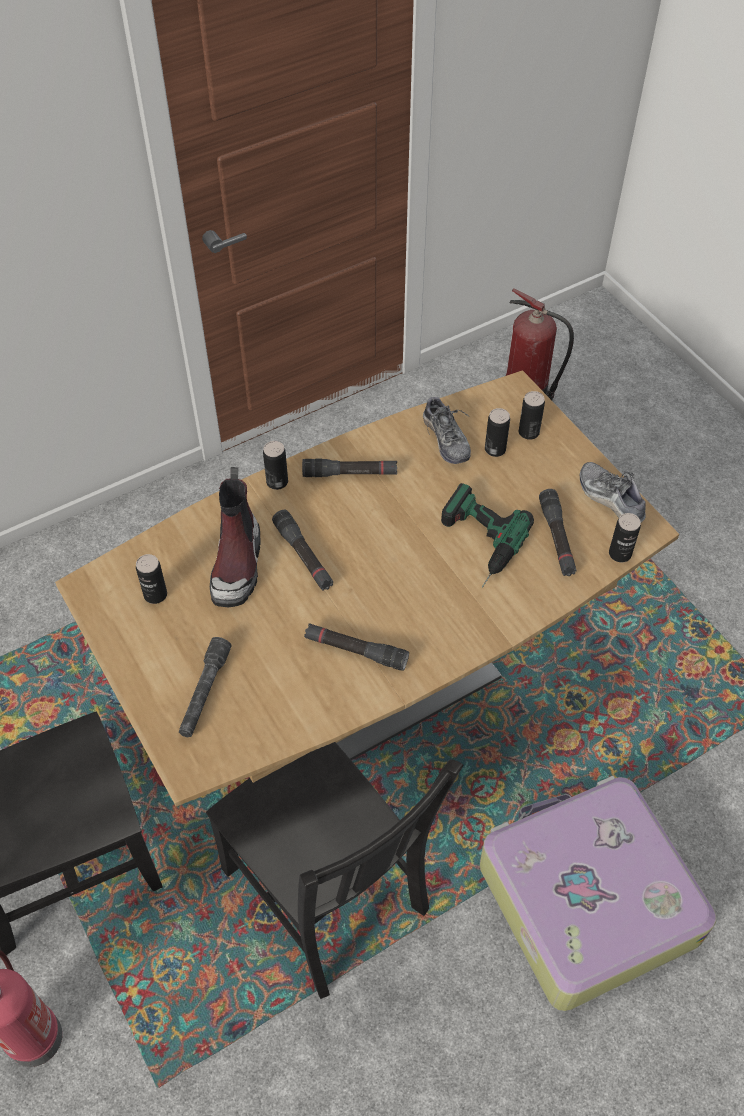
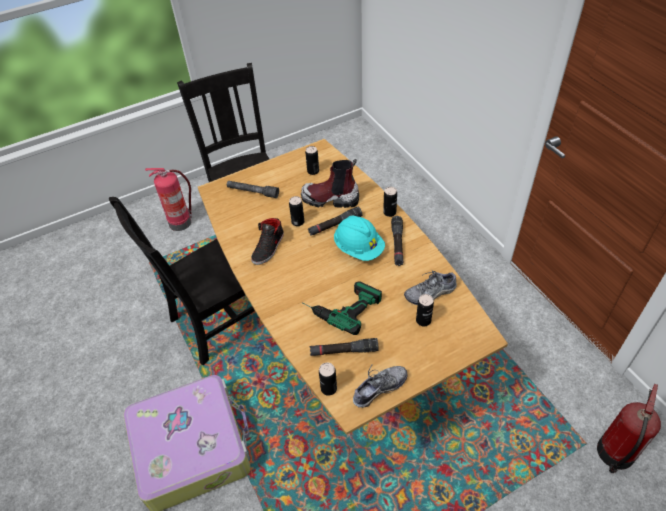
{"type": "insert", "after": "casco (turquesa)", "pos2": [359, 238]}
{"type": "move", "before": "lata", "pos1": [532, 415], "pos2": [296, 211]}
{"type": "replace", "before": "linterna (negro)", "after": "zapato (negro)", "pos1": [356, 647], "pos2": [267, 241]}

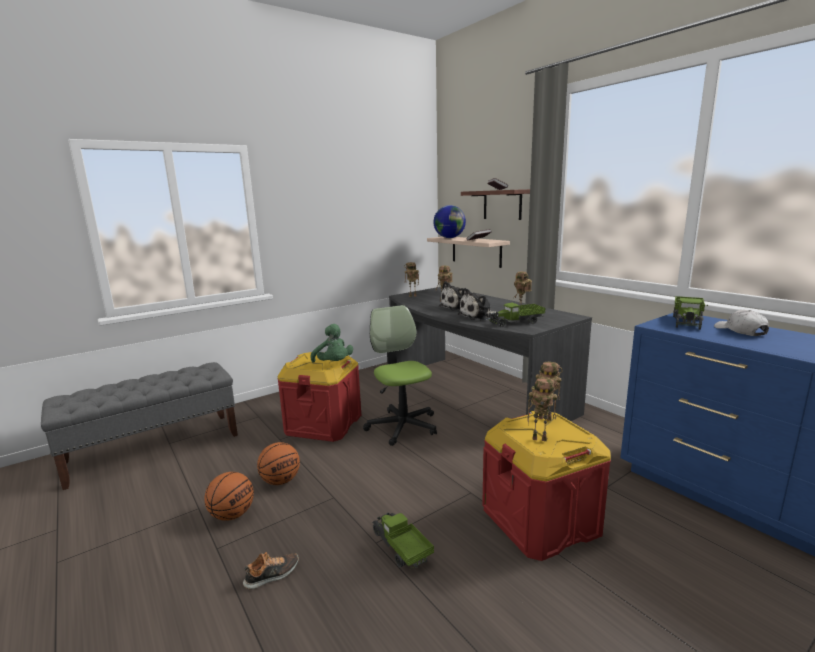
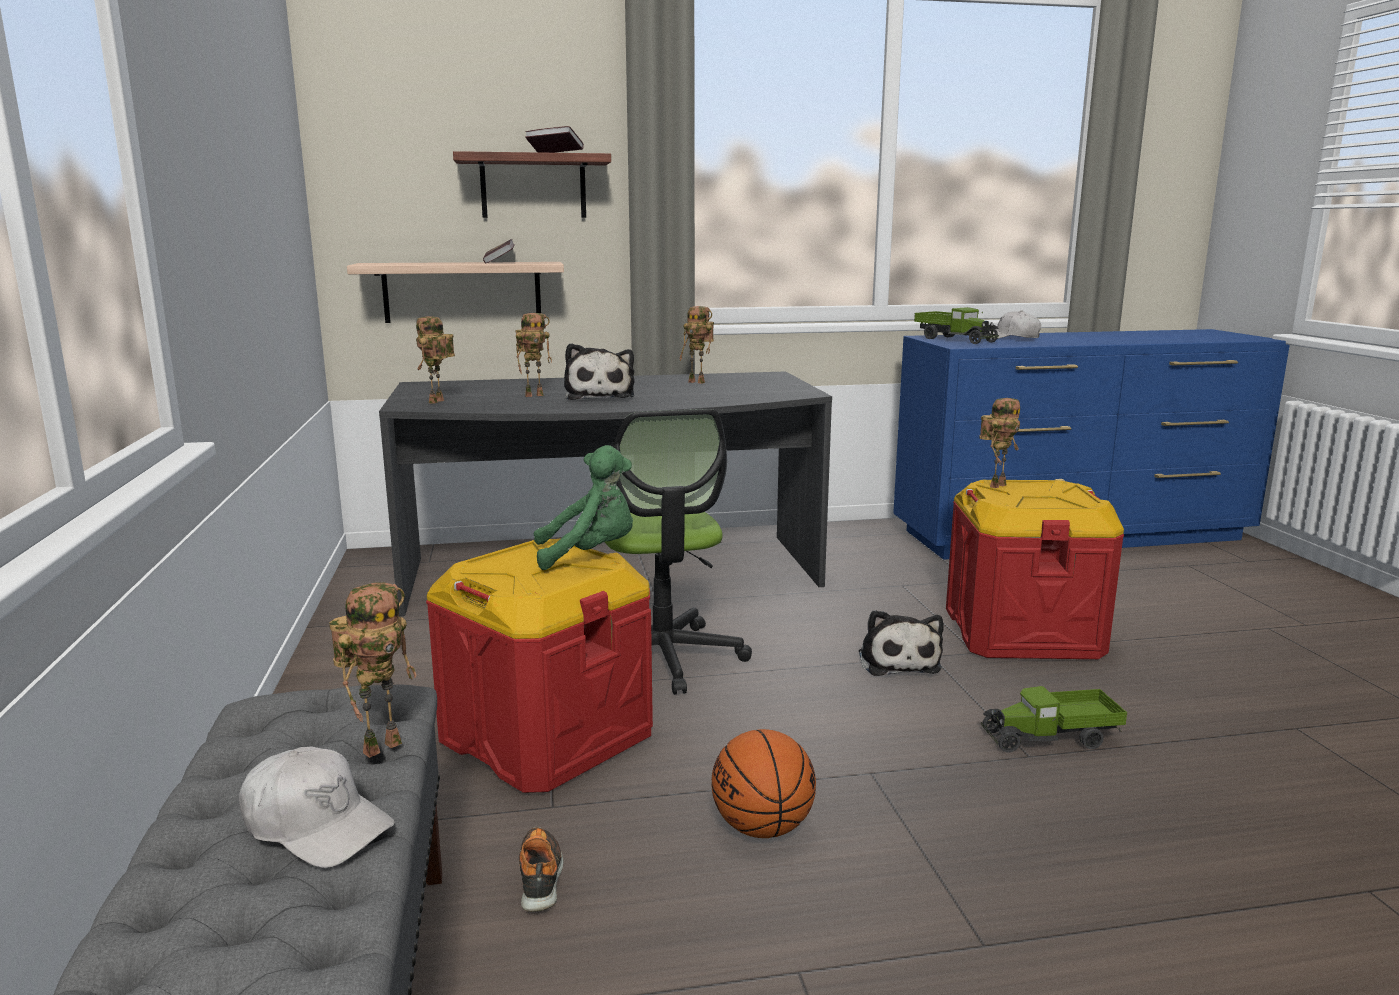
{"type": "delete", "before": "balón de baloncesto", "pos1": [229, 496]}
{"type": "delete", "before": "globo terráqueo", "pos1": [449, 221]}
{"type": "delete", "before": "camión de juguete", "pos1": [517, 315]}
{"type": "insert", "after": "gorra (blanco)", "pos2": [317, 807]}
{"type": "move", "before": "zapato", "pos1": [271, 571], "pos2": [541, 869]}
{"type": "move", "before": "peluche", "pos1": [476, 304], "pos2": [901, 643]}
{"type": "move", "before": "robot de juguete", "pos1": [543, 409], "pos2": [372, 670]}
{"type": "rotate", "before": "silla de oficina", "pos1": [400, 375], "pos2": [678, 552], "turn": -105}

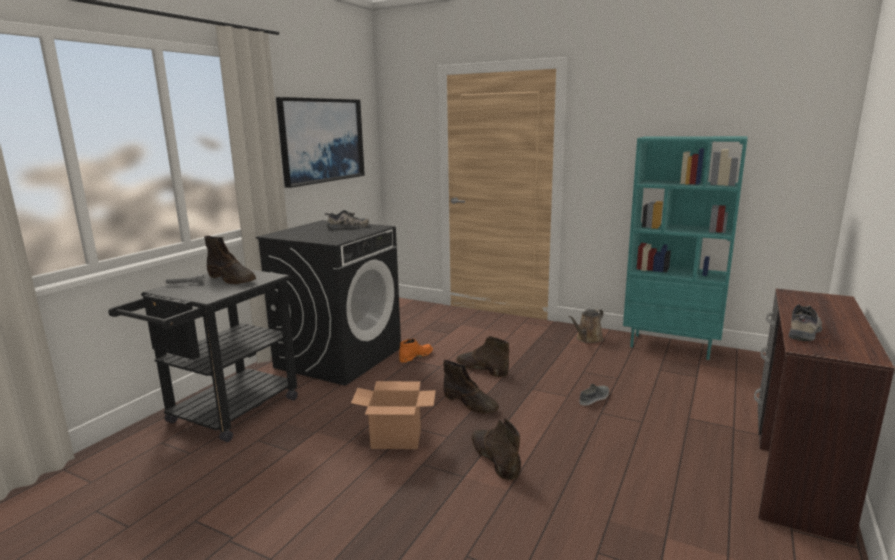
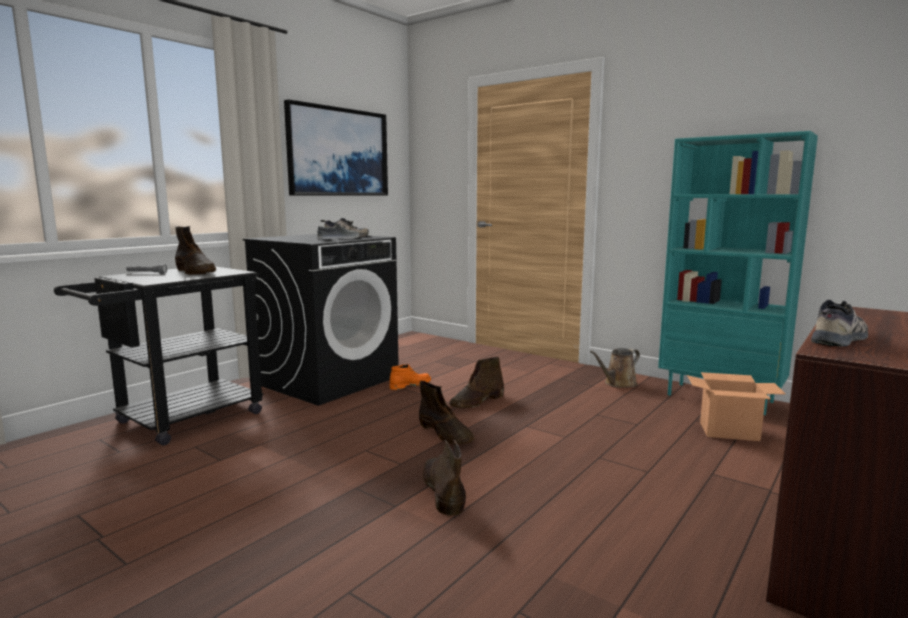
{"type": "move", "before": "caja de cartón", "pos1": [393, 415], "pos2": [736, 406]}
{"type": "move", "before": "zapato (gris)", "pos1": [594, 395], "pos2": [338, 231]}
{"type": "rotate", "before": "bota (marrón)", "pos1": [482, 356], "pos2": [476, 382], "turn": -90}

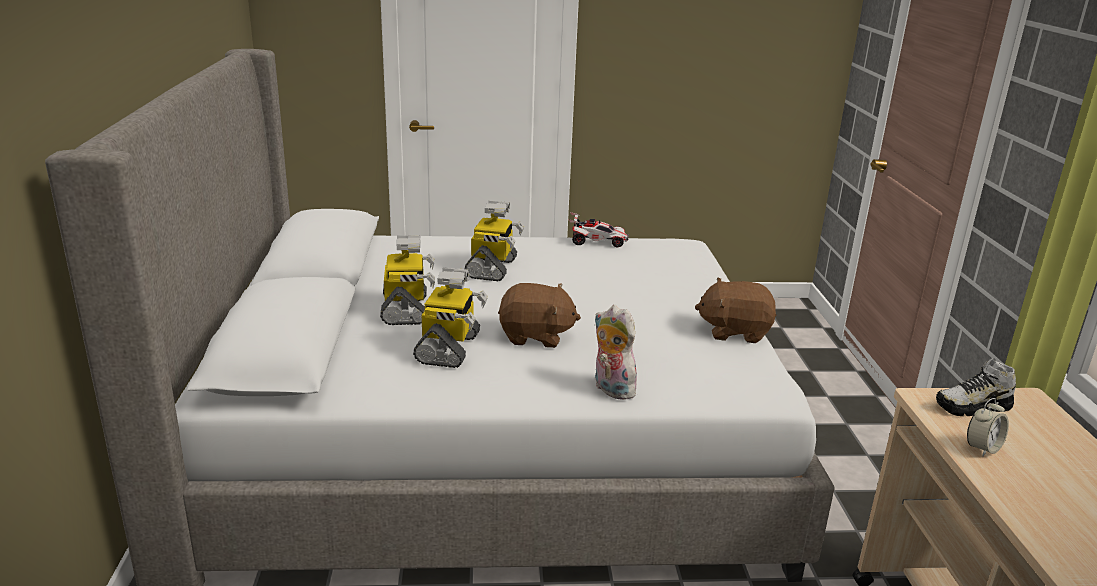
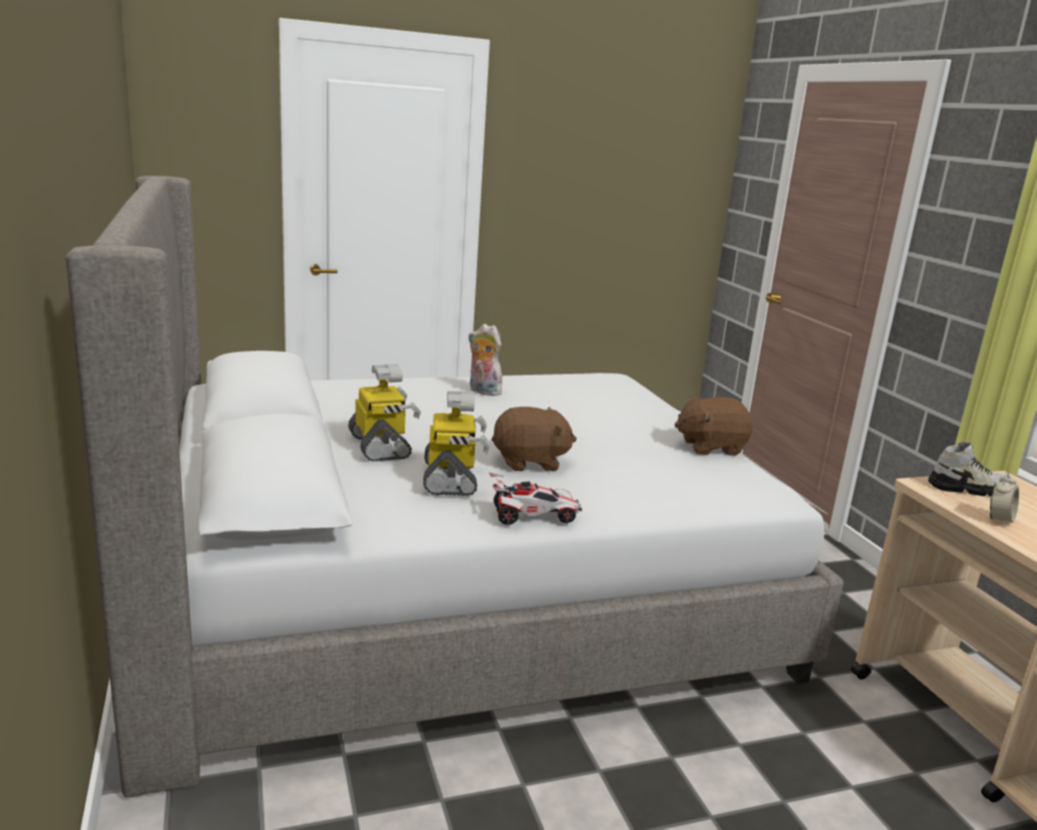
{"type": "delete", "before": "robot de juguete", "pos1": [494, 241]}
{"type": "move", "before": "coche de juguete", "pos1": [599, 229], "pos2": [535, 498]}
{"type": "move", "before": "peluche", "pos1": [616, 352], "pos2": [487, 360]}
{"type": "rotate", "before": "zapato", "pos1": [976, 387], "pos2": [969, 469], "turn": -150}

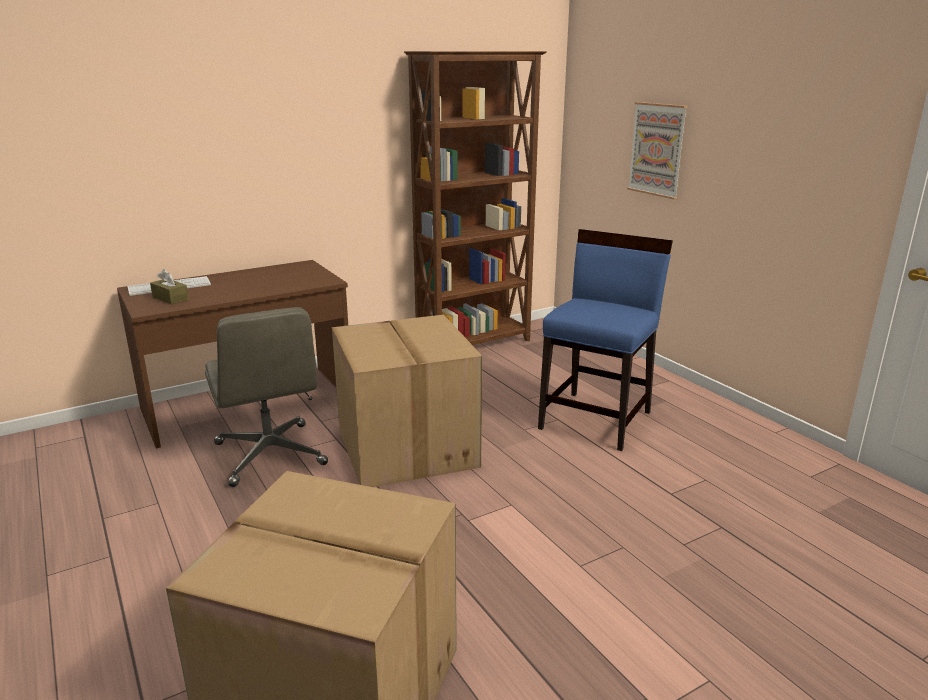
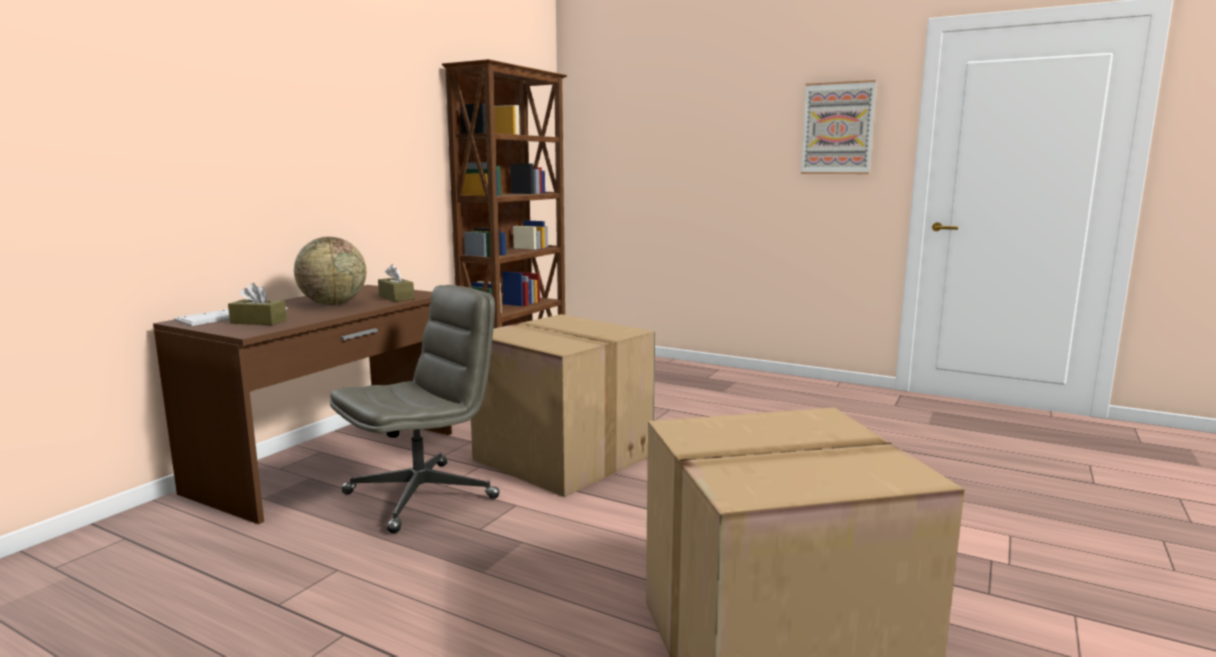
{"type": "delete", "before": "silla (azul)", "pos1": [605, 340]}
{"type": "insert", "after": "globo terráqueo", "pos2": [330, 271]}
{"type": "insert", "after": "caja de pañuelos (marrón)", "pos2": [396, 282]}
{"type": "move", "before": "cuadro", "pos1": [657, 150], "pos2": [839, 127]}
{"type": "rotate", "before": "silla de oficina (gris)", "pos1": [266, 397], "pos2": [415, 409], "turn": -75}

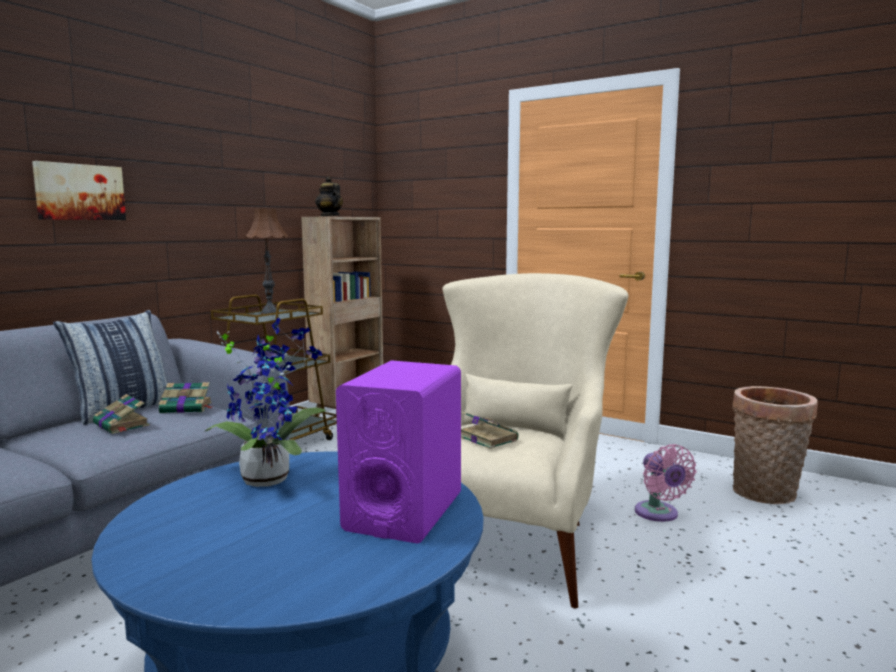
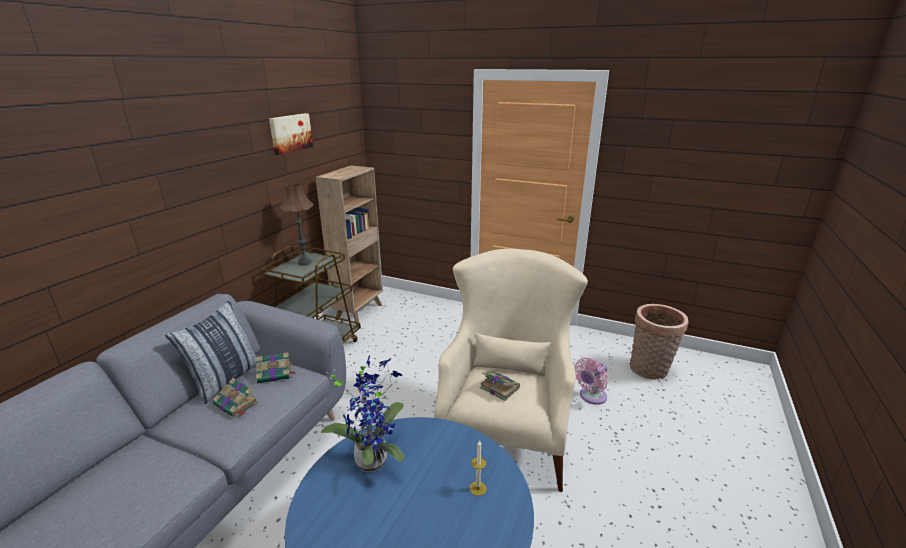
{"type": "delete", "before": "tetera", "pos1": [329, 197]}
{"type": "move", "before": "cuadro", "pos1": [79, 190], "pos2": [291, 134]}
{"type": "replace", "before": "altavoz (morado)", "after": "vela", "pos1": [398, 452], "pos2": [478, 468]}
{"type": "rotate", "before": "ventilador (rosa)", "pos1": [666, 483], "pos2": [591, 381], "turn": 75}

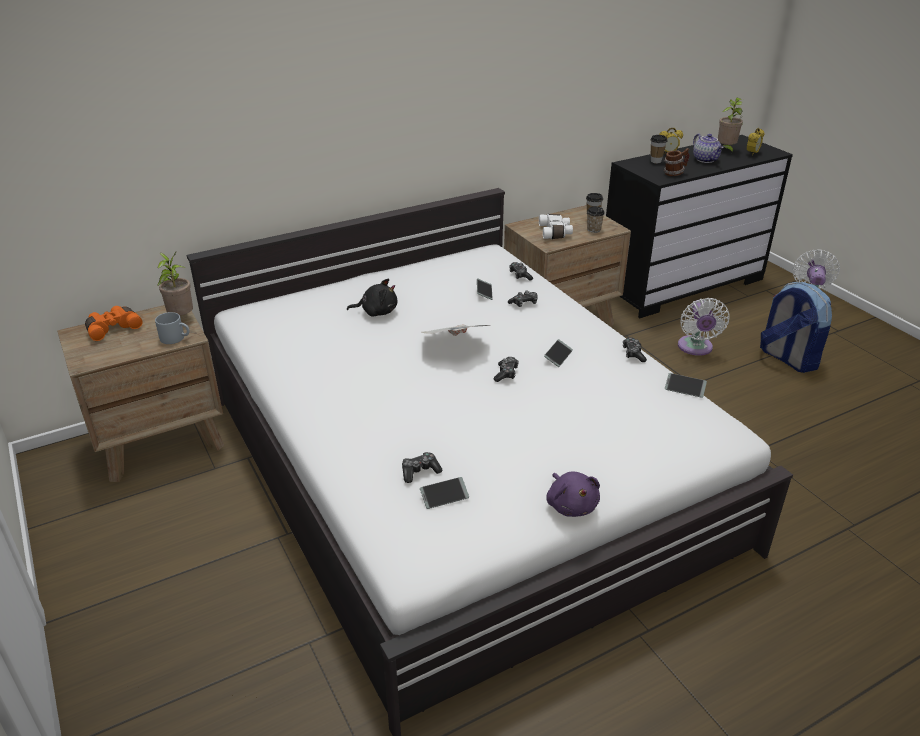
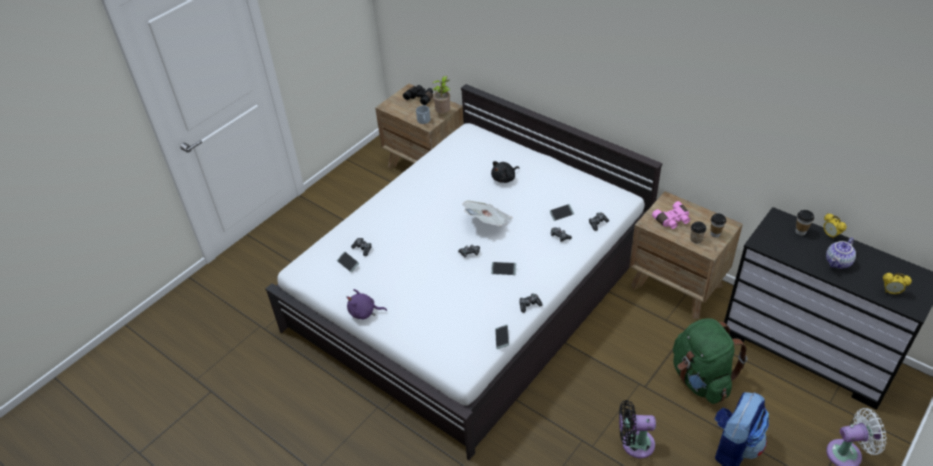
{"type": "delete", "before": "taza grande", "pos1": [677, 162]}
{"type": "delete", "before": "planta en maceta", "pos1": [731, 125]}
{"type": "insert", "after": "ventilador (negro)", "pos2": [637, 429]}
{"type": "replace", "before": "ventilador (blanco)", "after": "mochila (verde)", "pos1": [704, 327], "pos2": [710, 361]}
{"type": "recolor", "before": "prismáticos (naranja)", "after": "prismáticos (negro)", "pos1": [114, 323], "pos2": [418, 95]}
{"type": "recolor", "before": "prismáticos (blanco)", "after": "prismáticos (rosa)", "pos1": [556, 226], "pos2": [671, 215]}
{"type": "rotate", "before": "peluche (negro)", "pos1": [372, 297], "pos2": [505, 172], "turn": 75}
{"type": "rotate", "before": "peluche (morado)", "pos1": [573, 494], "pos2": [367, 304], "turn": 45}

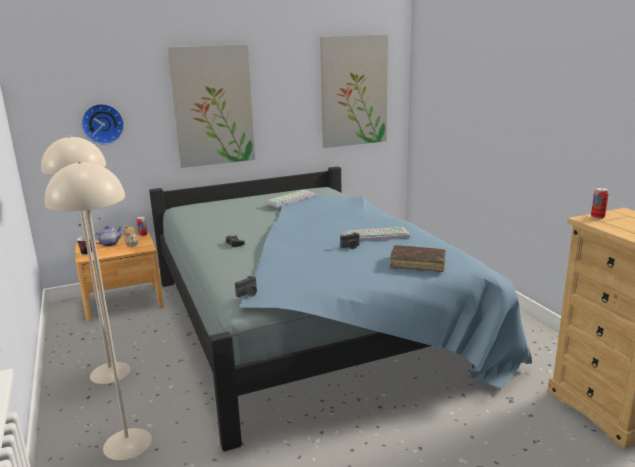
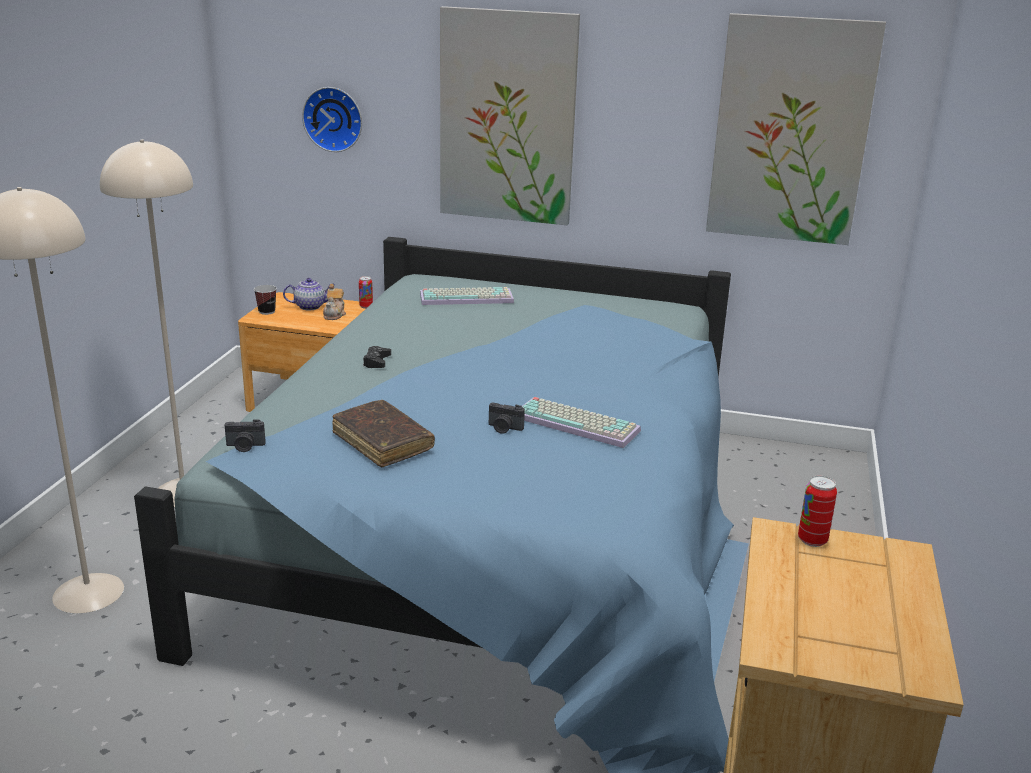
{"type": "move", "before": "teclado", "pos1": [290, 198], "pos2": [467, 296]}
{"type": "move", "before": "libro (marrón)", "pos1": [418, 258], "pos2": [383, 433]}

